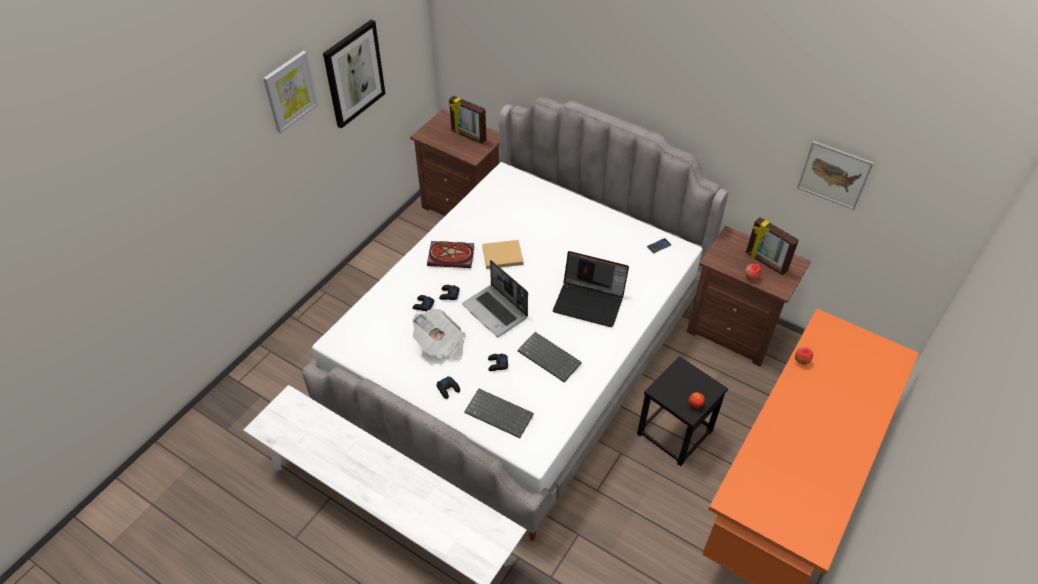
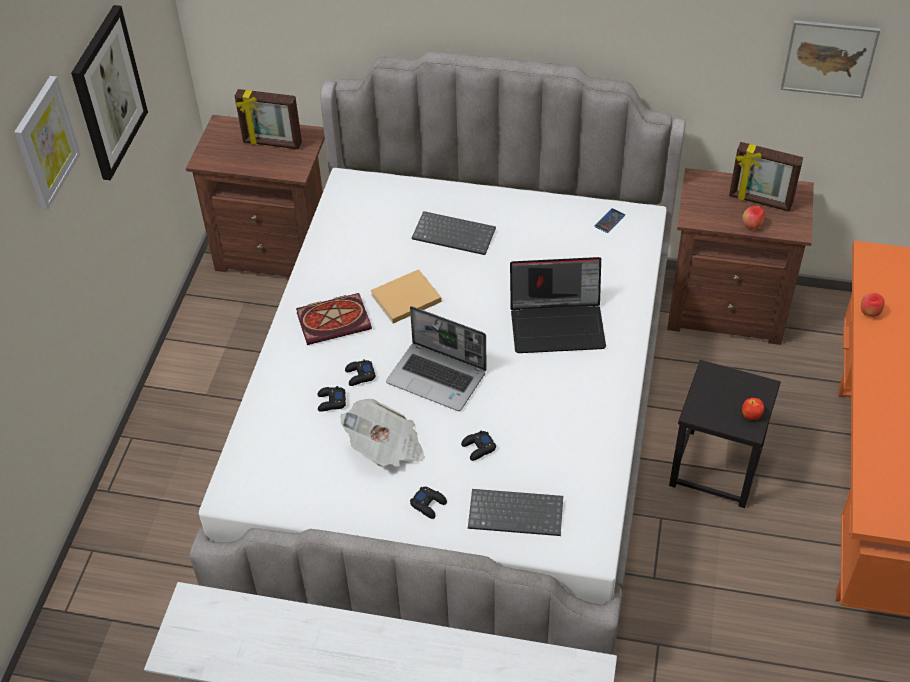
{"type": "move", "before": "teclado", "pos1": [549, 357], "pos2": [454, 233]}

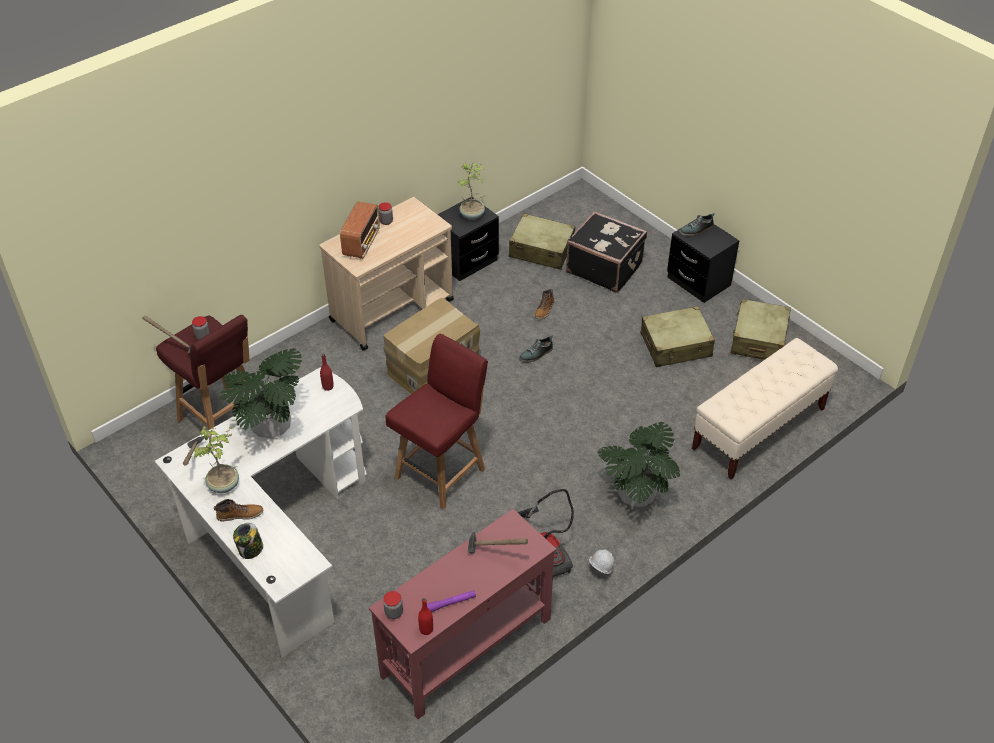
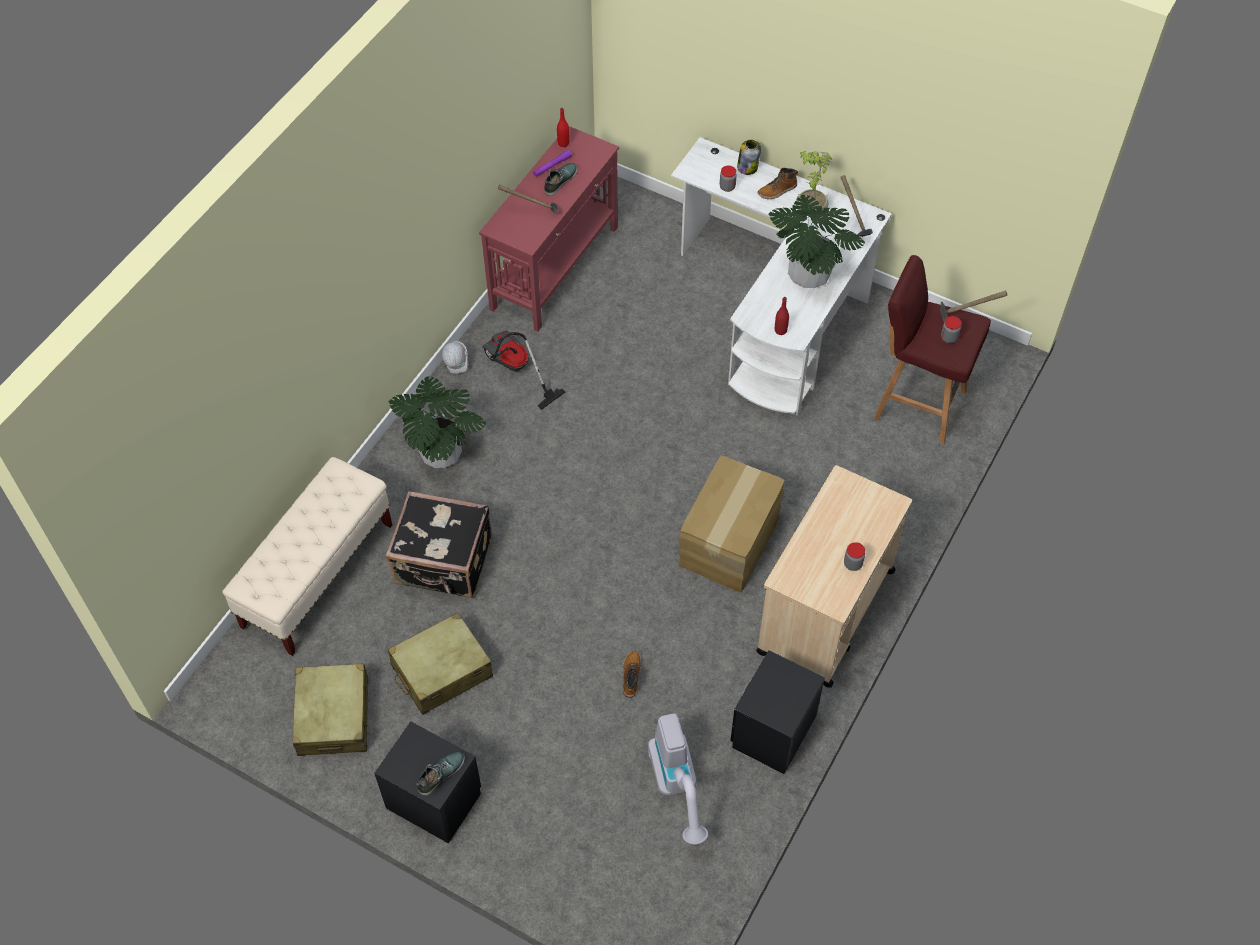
{"type": "delete", "before": "radio", "pos1": [360, 230]}
{"type": "delete", "before": "silla (rojo)", "pos1": [436, 422]}
{"type": "delete", "before": "planta en maceta", "pos1": [471, 191]}
{"type": "move", "before": "tarro", "pos1": [393, 605], "pos2": [728, 178]}
{"type": "move", "before": "zapato", "pos1": [536, 349], "pos2": [561, 179]}
{"type": "move", "before": "maleta (negro)", "pos1": [606, 252], "pos2": [439, 544]}
{"type": "replace", "before": "maleta (beis)", "after": "aspiradora", "pos1": [542, 241], "pos2": [678, 778]}

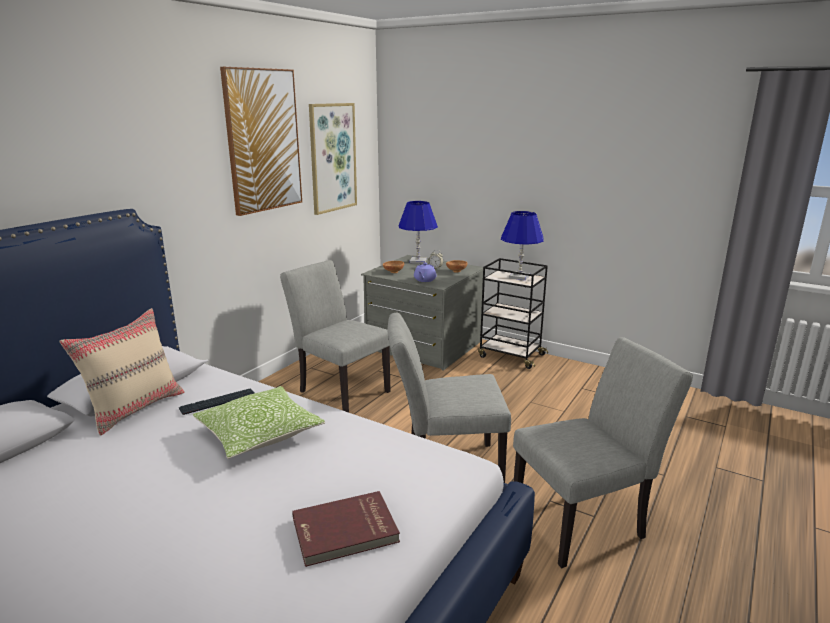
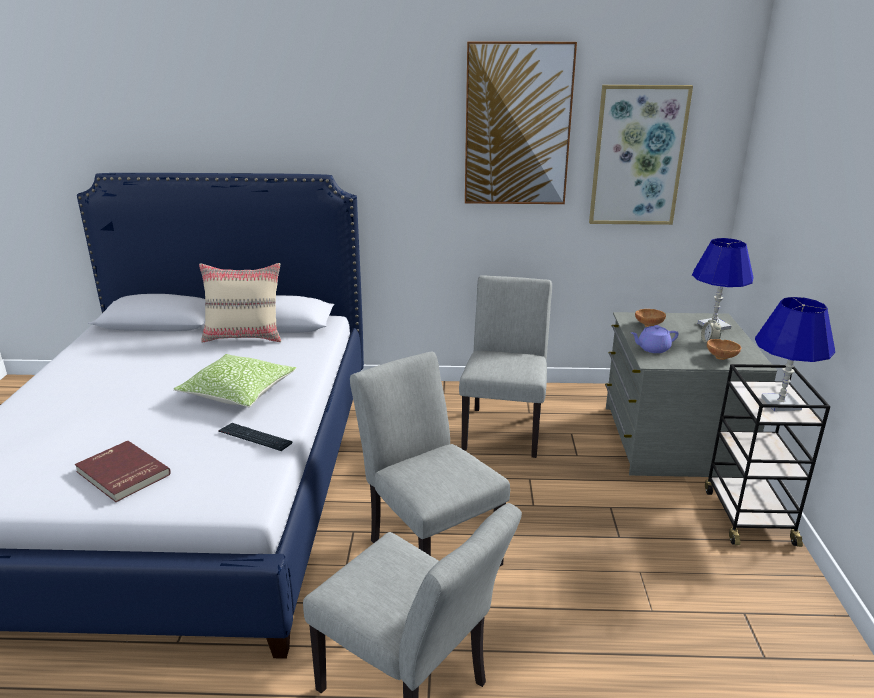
{"type": "move", "before": "teclado", "pos1": [216, 402], "pos2": [255, 437]}

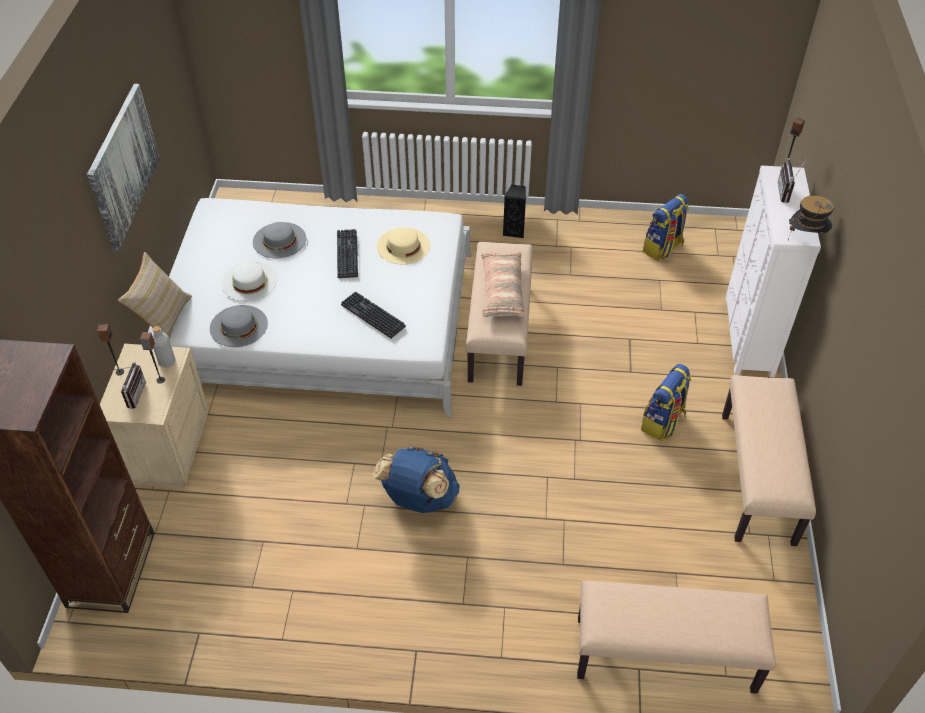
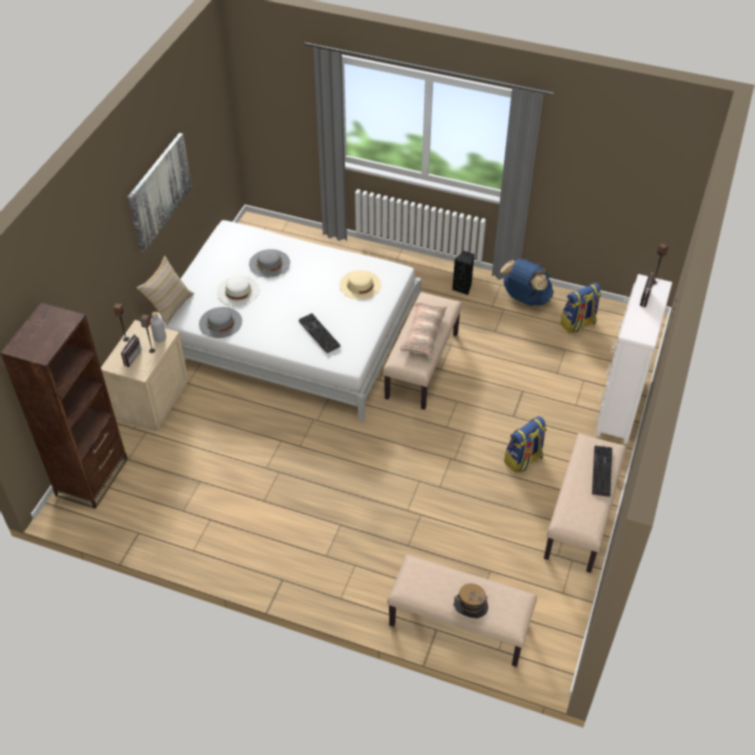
{"type": "move", "before": "teclado", "pos1": [347, 253], "pos2": [602, 471]}
{"type": "move", "before": "mochila (azul)", "pos1": [416, 479], "pos2": [527, 282]}
{"type": "move", "before": "sombrero", "pos1": [811, 217], "pos2": [470, 601]}

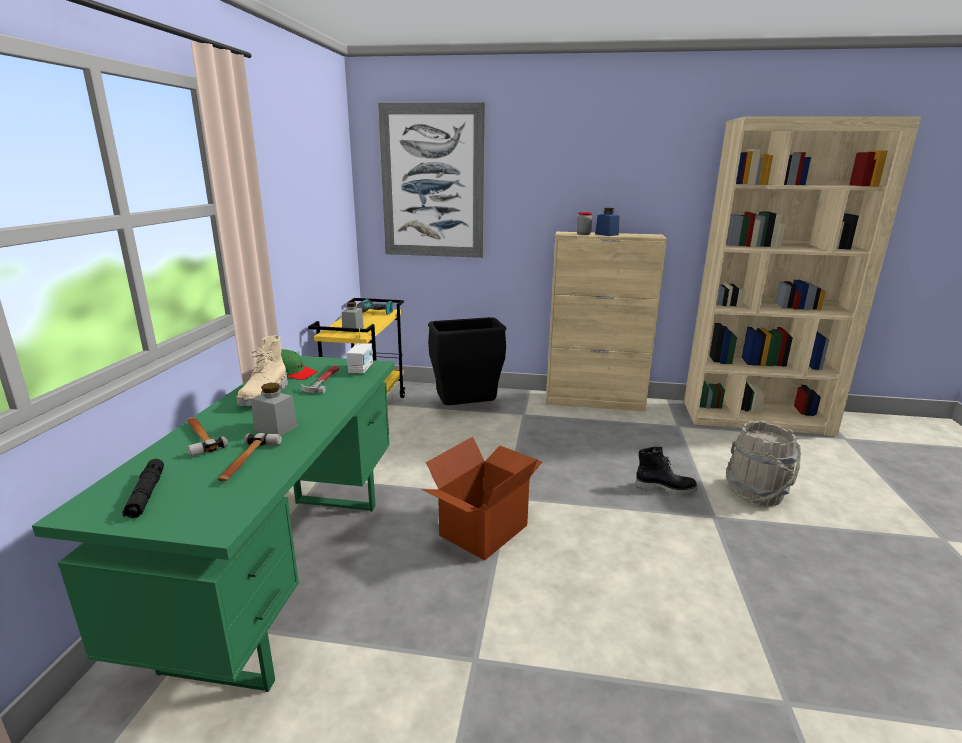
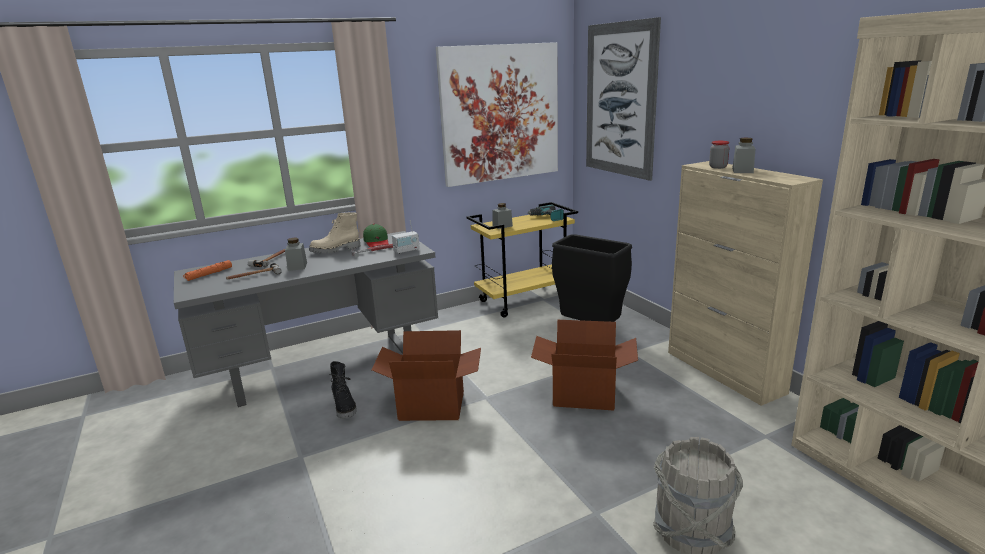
{"type": "insert", "after": "cuadro", "pos2": [497, 114]}
{"type": "insert", "after": "caja de cartón", "pos2": [584, 365]}
{"type": "move", "before": "bota (negro)", "pos1": [666, 471], "pos2": [343, 390]}
{"type": "recolor", "before": "escritorio (verde)", "after": "escritorio (gris)", "pos1": [213, 524], "pos2": [306, 319]}
{"type": "recolor", "before": "linterna (negro)", "after": "linterna (naranja)", "pos1": [143, 488], "pos2": [207, 270]}
{"type": "recolor", "before": "tarro (azul)", "after": "tarro (gris)", "pos1": [607, 222], "pos2": [743, 155]}

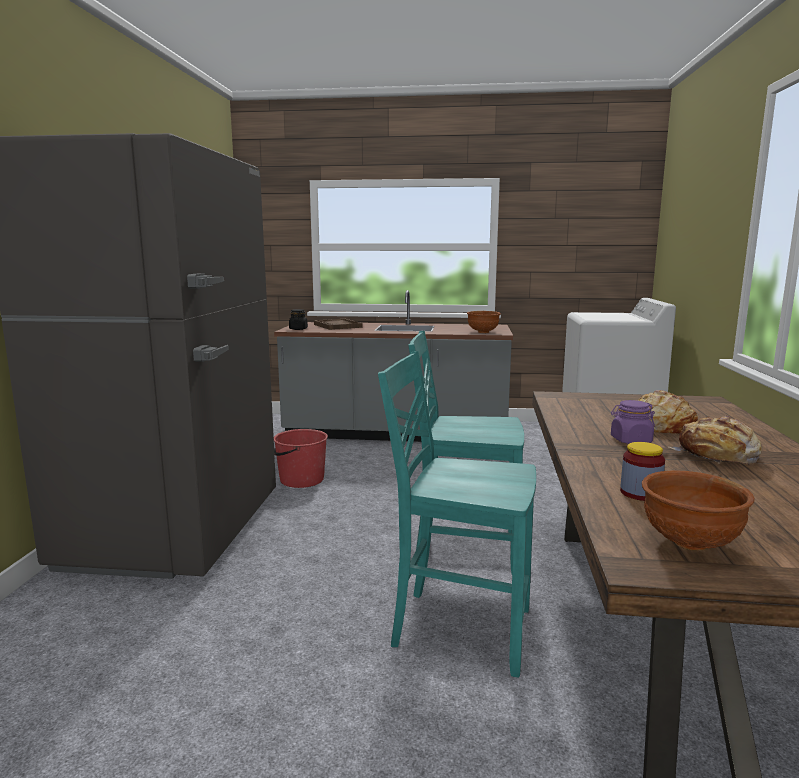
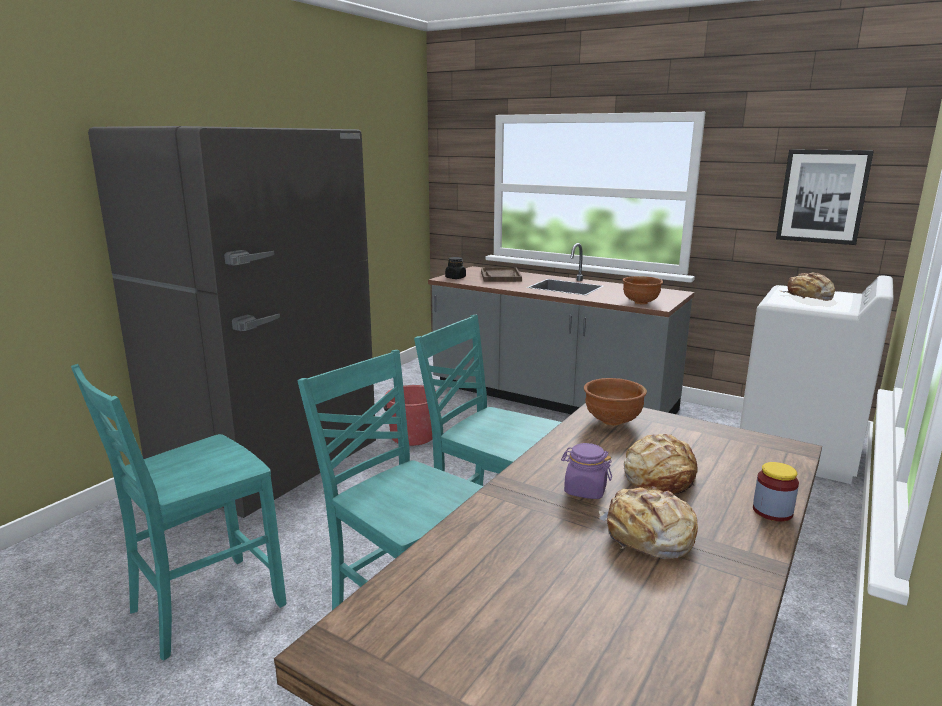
{"type": "insert", "after": "silla (turquesa)", "pos2": [178, 512]}
{"type": "insert", "after": "cuadro", "pos2": [825, 197]}
{"type": "insert", "after": "pan", "pos2": [807, 287]}
{"type": "move", "before": "tarro", "pos1": [642, 471], "pos2": [776, 491]}
{"type": "move", "before": "cuenco (marrón)", "pos1": [698, 510], "pos2": [615, 402]}

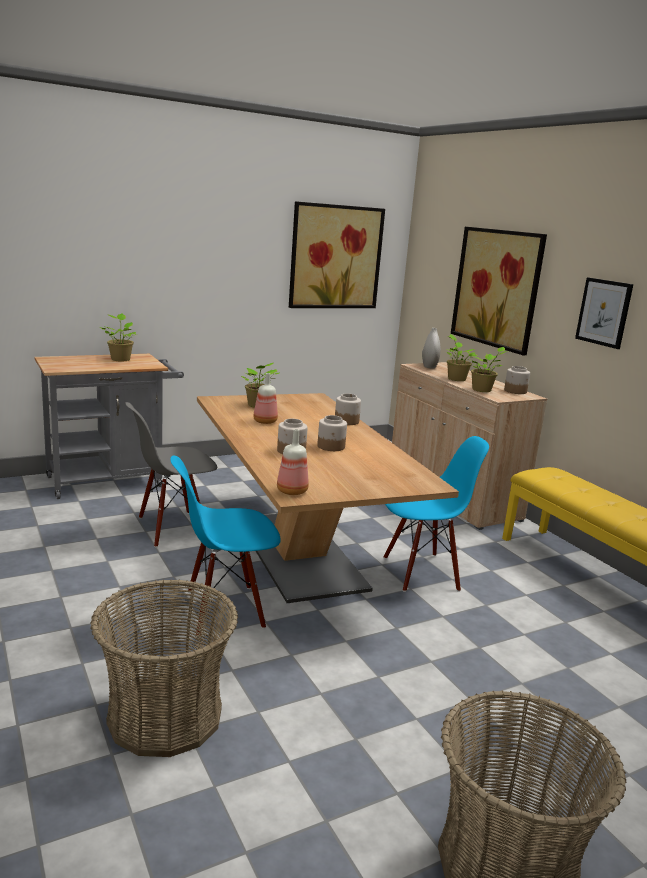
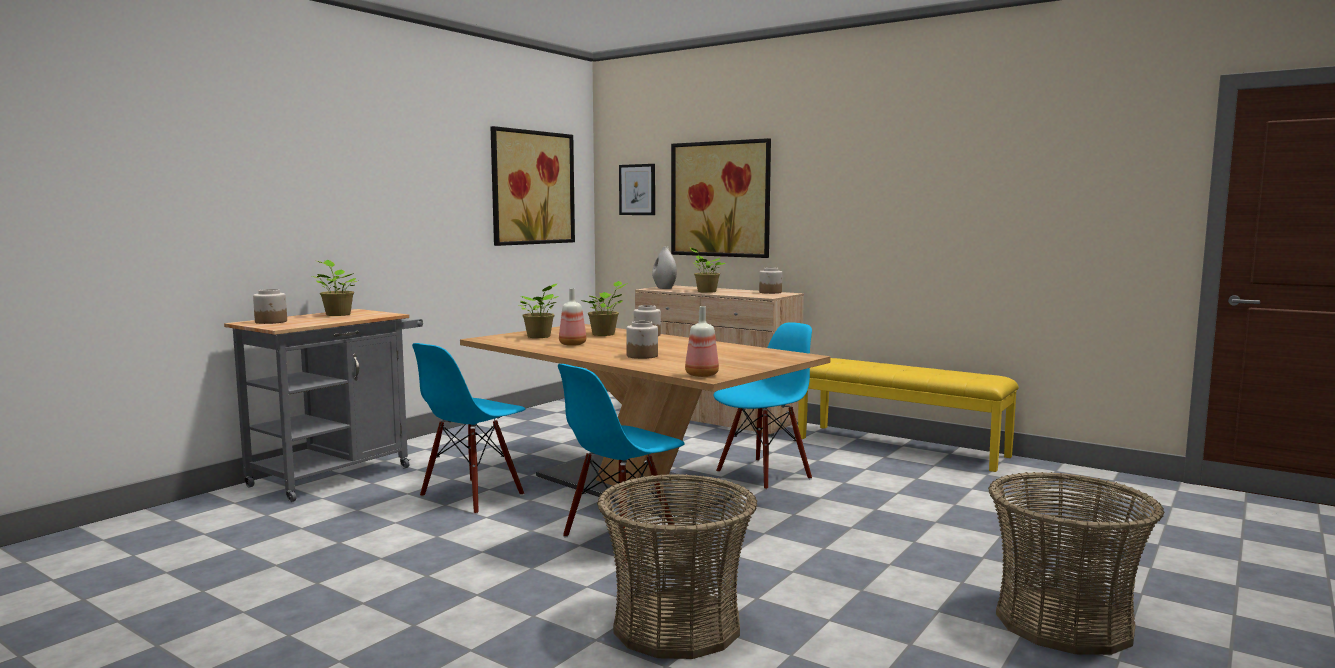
{"type": "move", "before": "tarro", "pos1": [332, 433], "pos2": [270, 306]}
{"type": "move", "before": "planta en maceta", "pos1": [487, 369], "pos2": [605, 308]}
{"type": "move", "before": "cuadro", "pos1": [604, 313], "pos2": [637, 189]}
{"type": "recolor", "before": "silla (gris)", "after": "silla (azul)", "pos1": [171, 474], "pos2": [469, 428]}

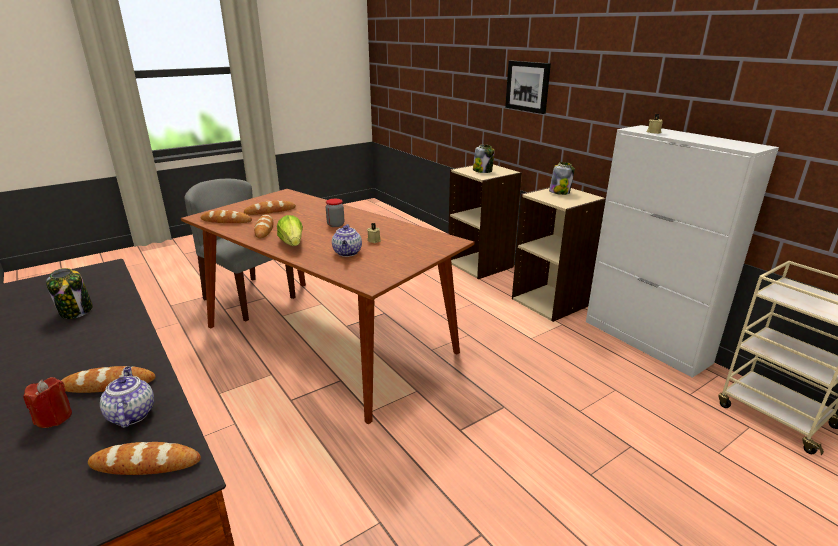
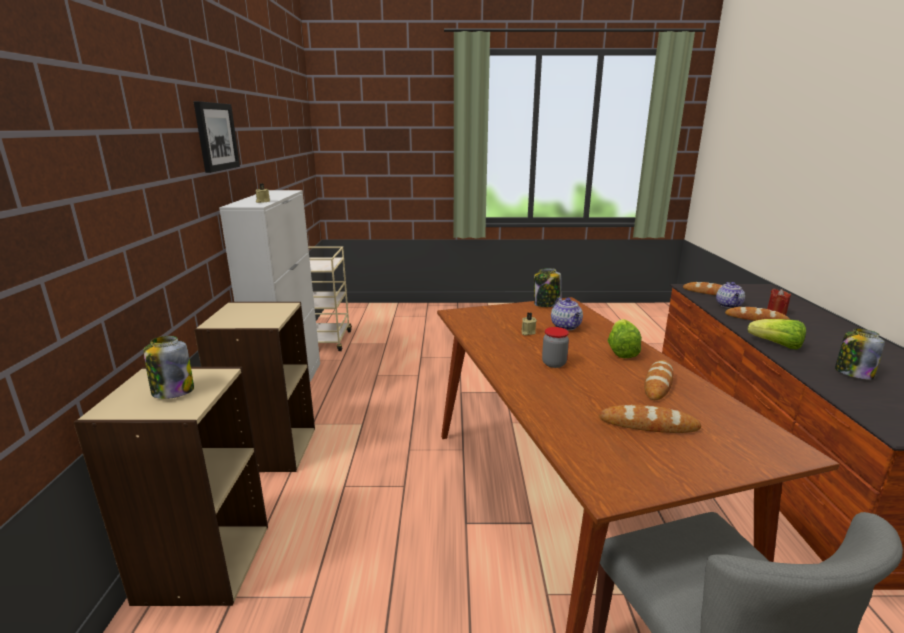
{"type": "delete", "before": "pan", "pos1": [226, 216]}
{"type": "insert", "after": "lechuga", "pos2": [777, 334]}
{"type": "move", "before": "cuadro", "pos1": [528, 87], "pos2": [217, 137]}
{"type": "move", "before": "tarro", "pos1": [562, 178], "pos2": [548, 287]}
{"type": "rotate", "before": "tetera", "pos1": [347, 240], "pos2": [567, 313], "turn": 135}

